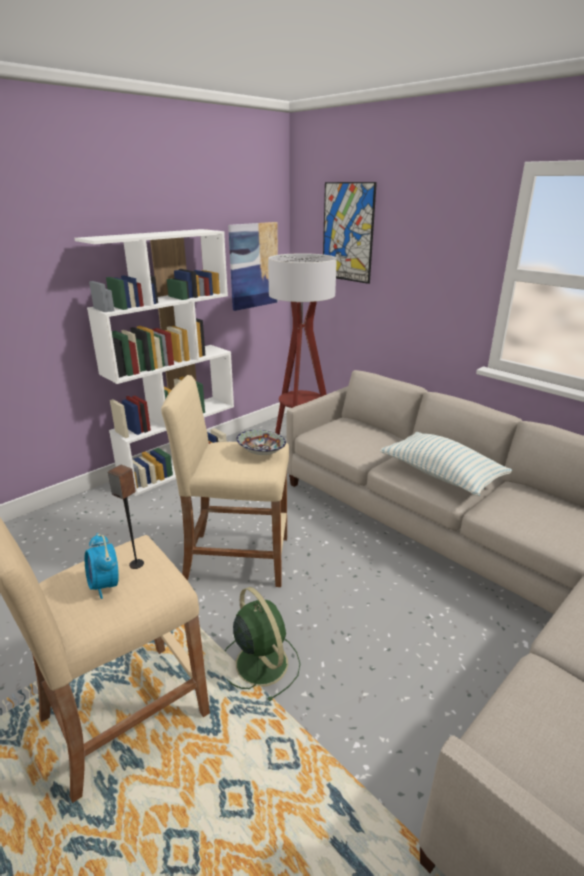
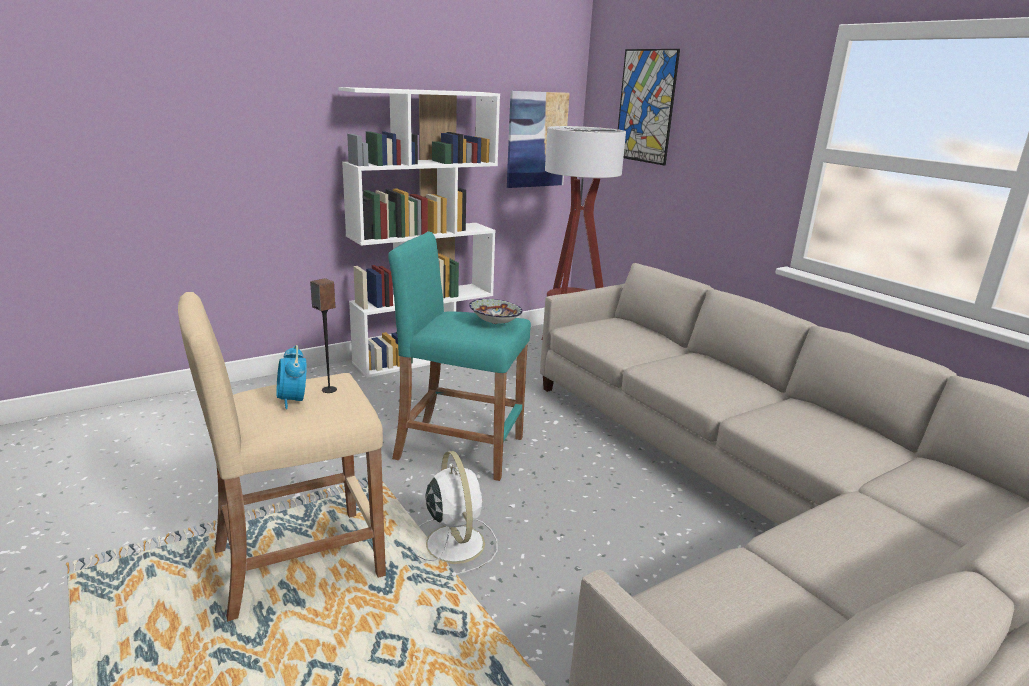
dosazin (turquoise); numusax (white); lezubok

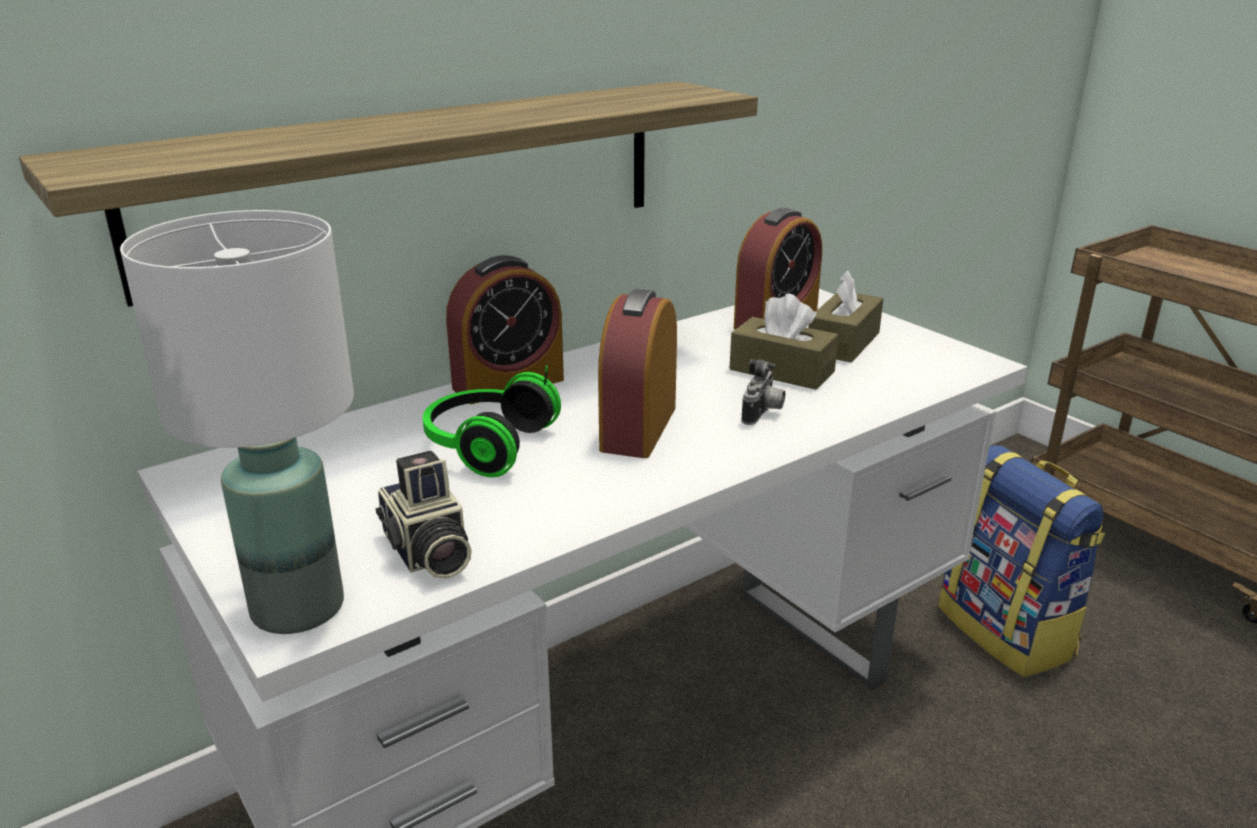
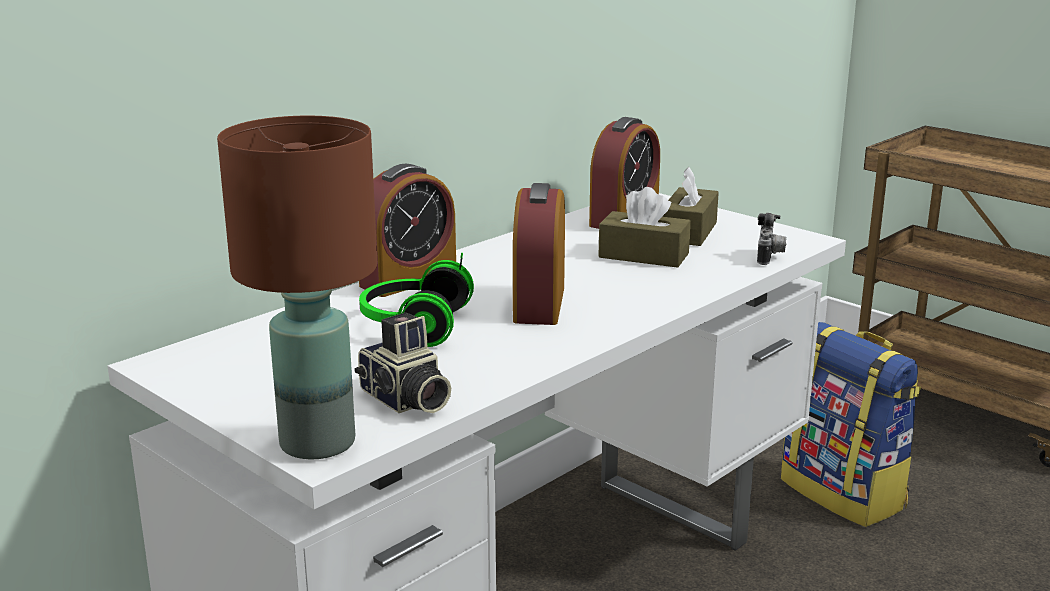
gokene; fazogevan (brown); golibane (no. 2 from left)

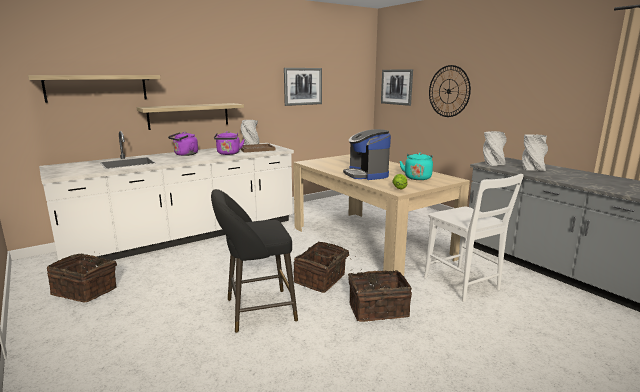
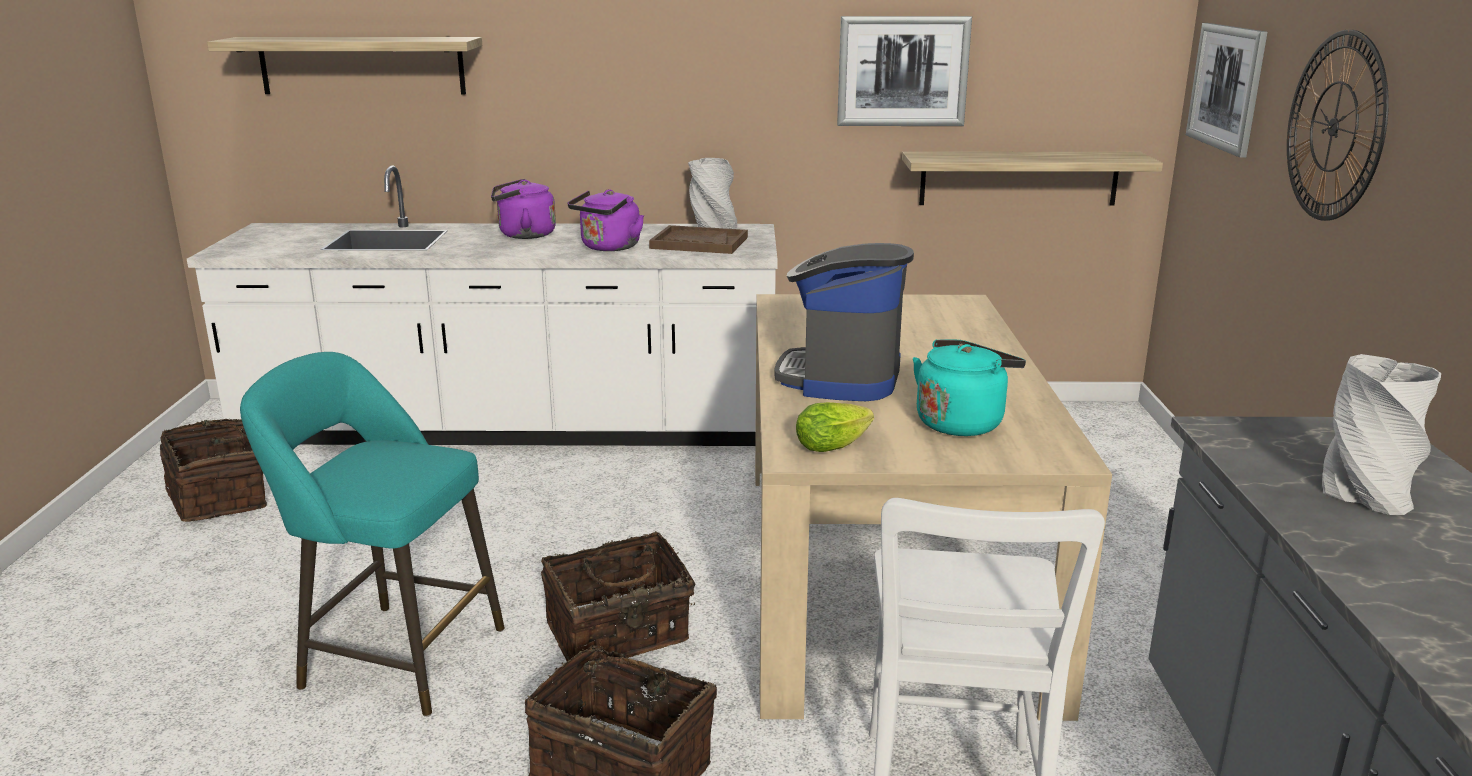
gokene (no. 2 from left); dosazin (turquoise); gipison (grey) (no. 2 from left in the first image)

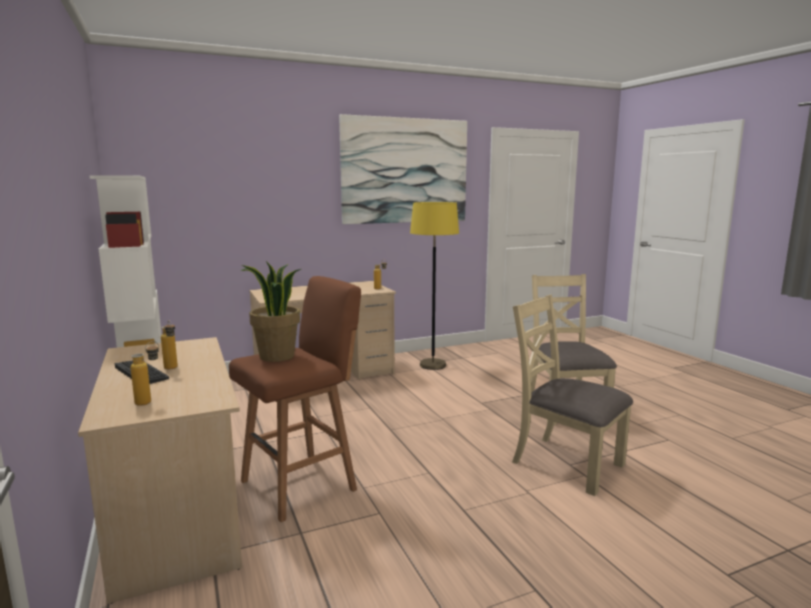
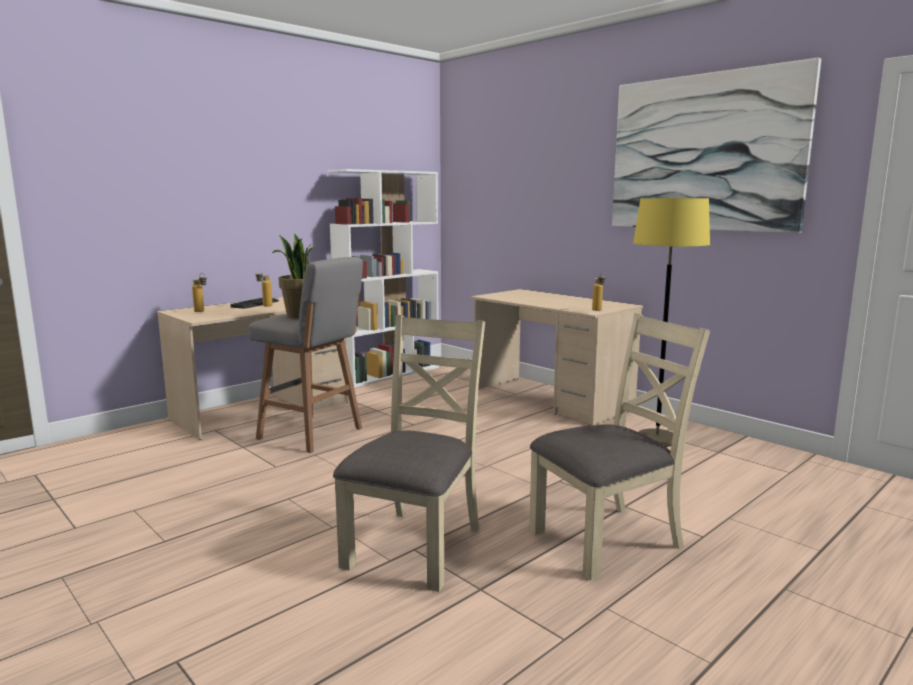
dosazin (grey)

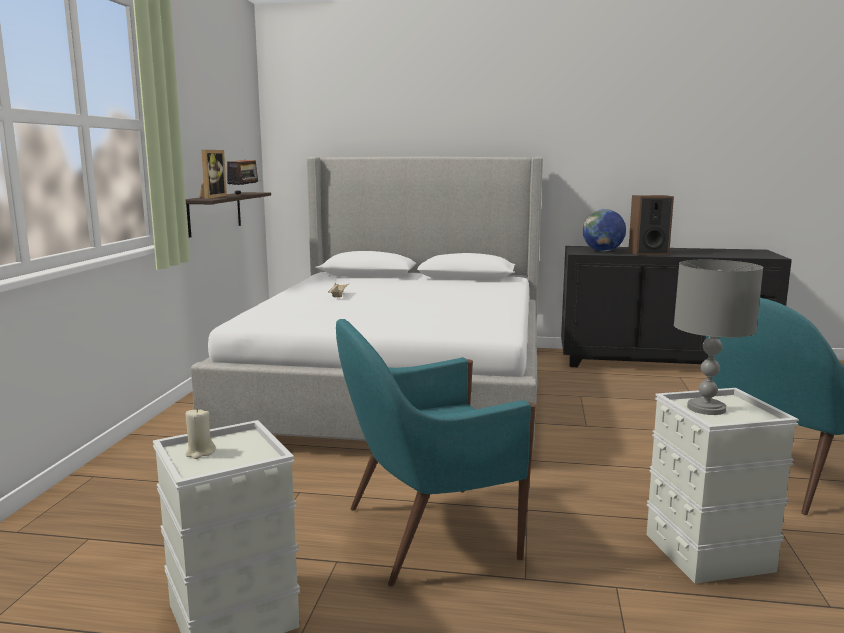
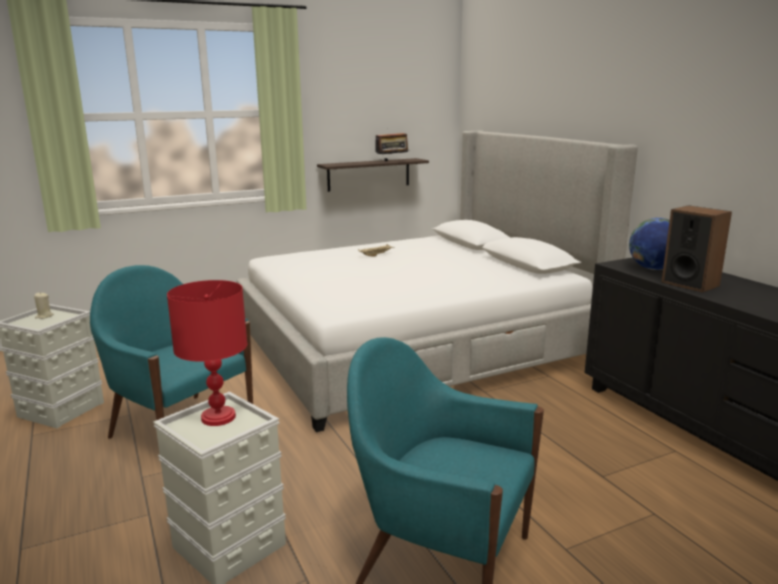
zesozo; fazogevan (red)

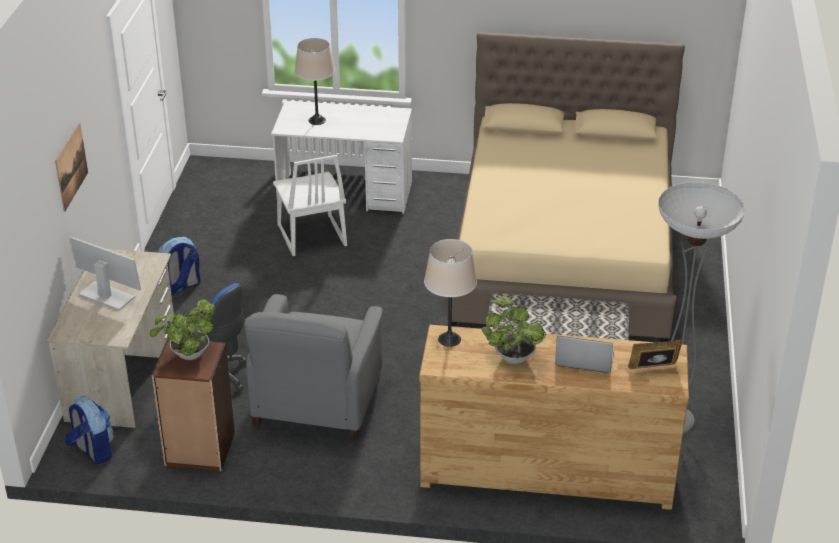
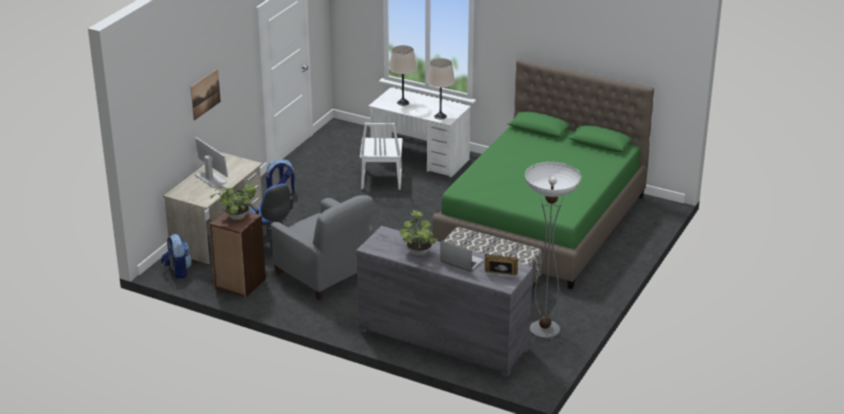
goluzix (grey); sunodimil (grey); fazogevan (beige) (no. 2 from left); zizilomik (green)

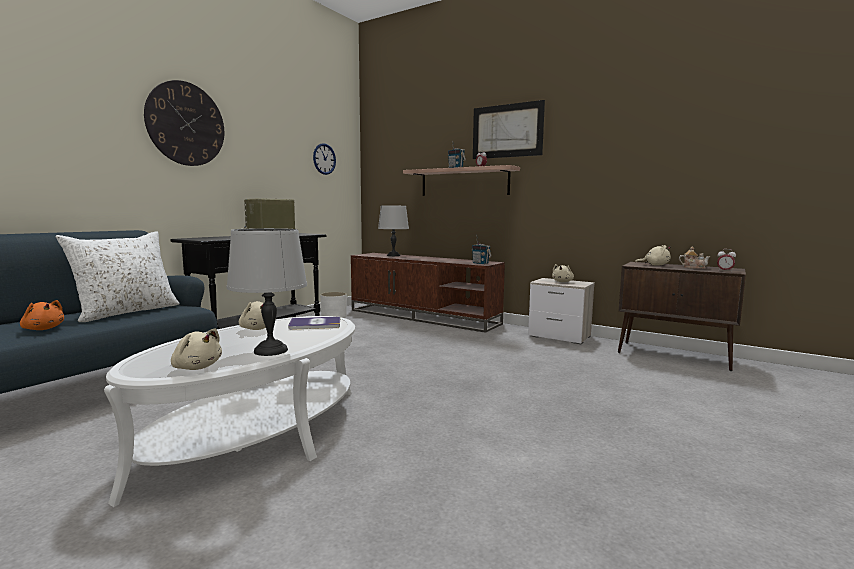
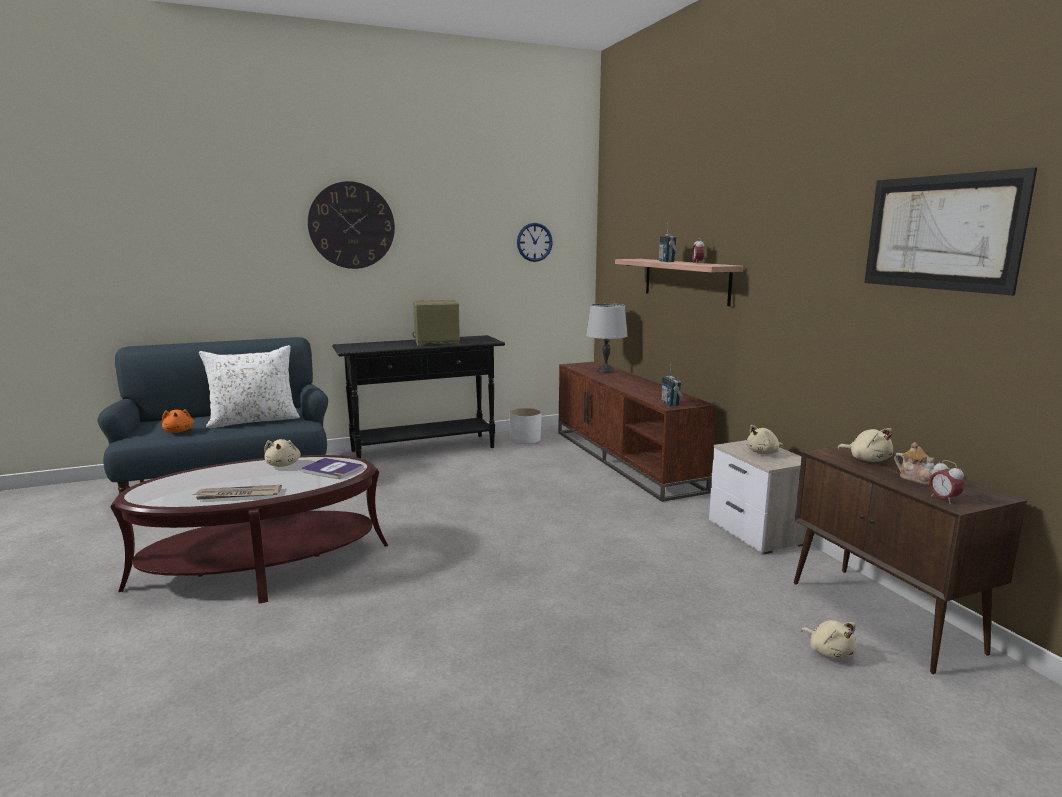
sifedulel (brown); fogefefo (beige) (no. 3 from left); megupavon; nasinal

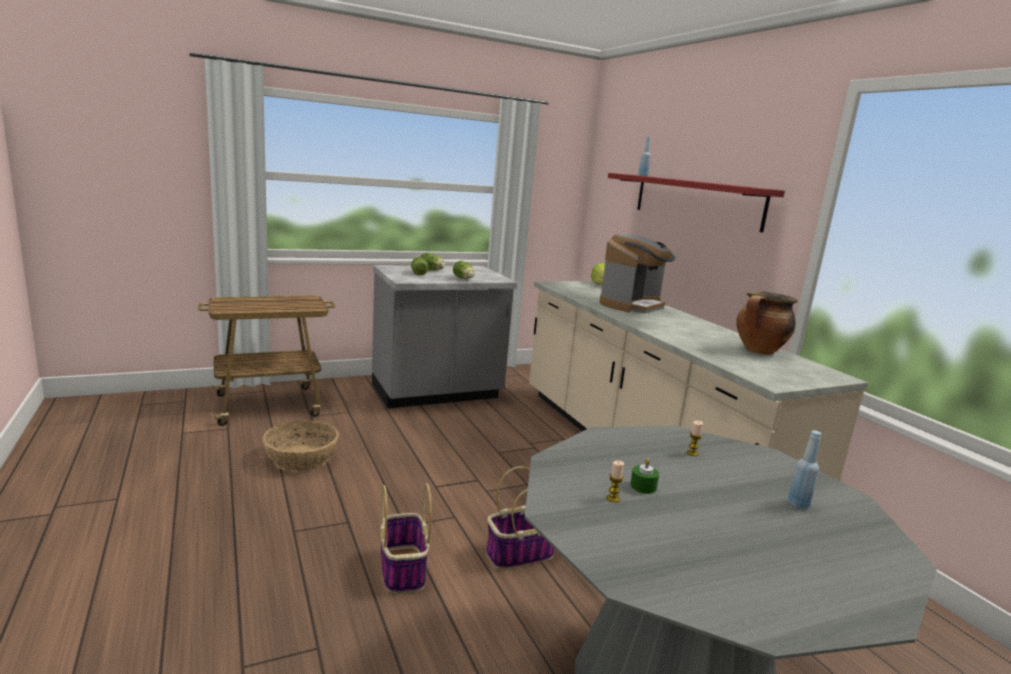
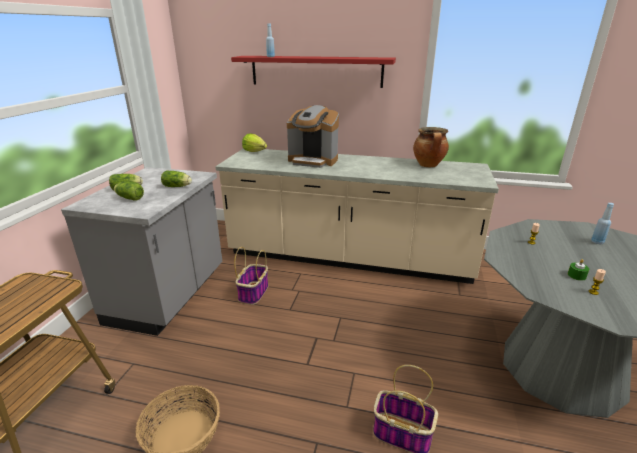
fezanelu (no. 2 from left); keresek

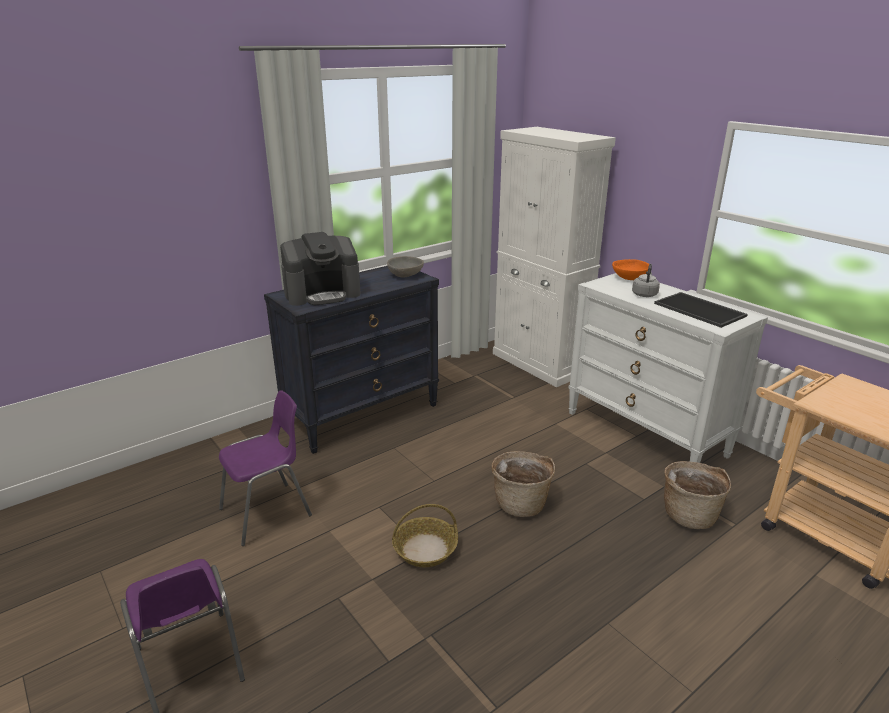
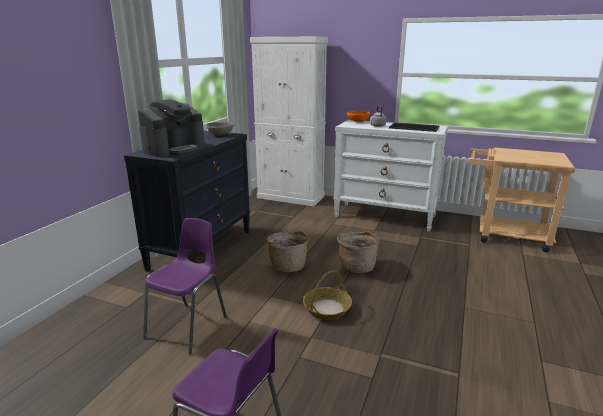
fezanelu (no. 1 from left)

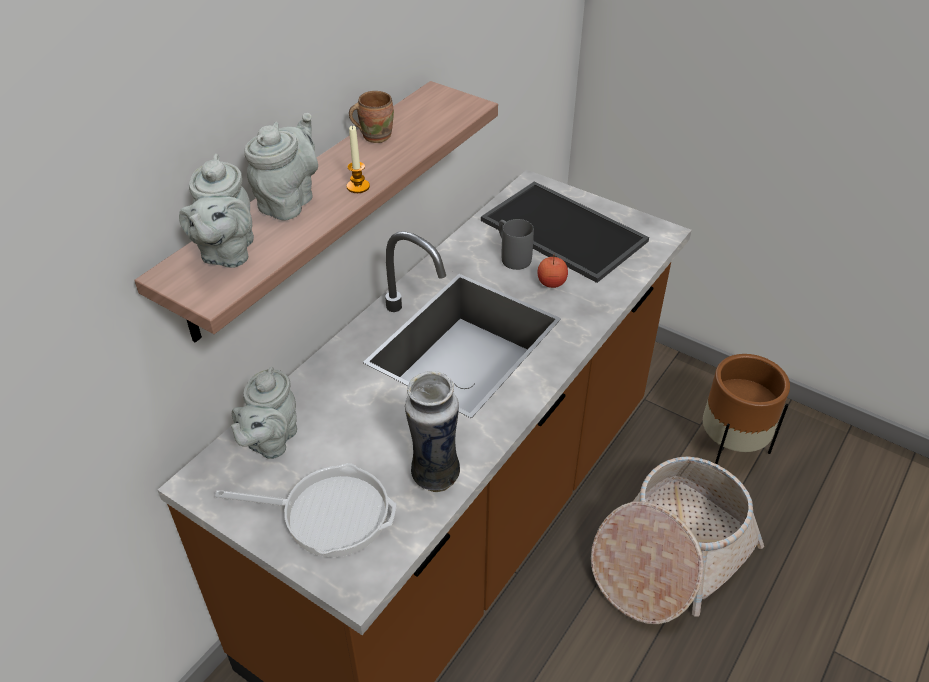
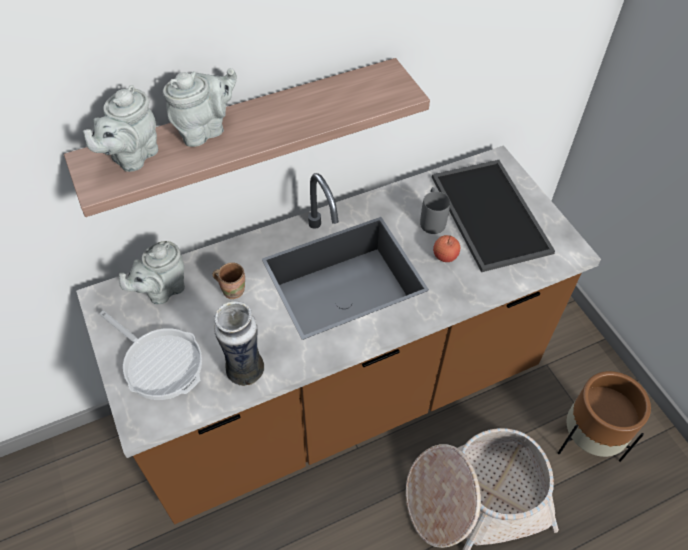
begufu; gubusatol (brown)

